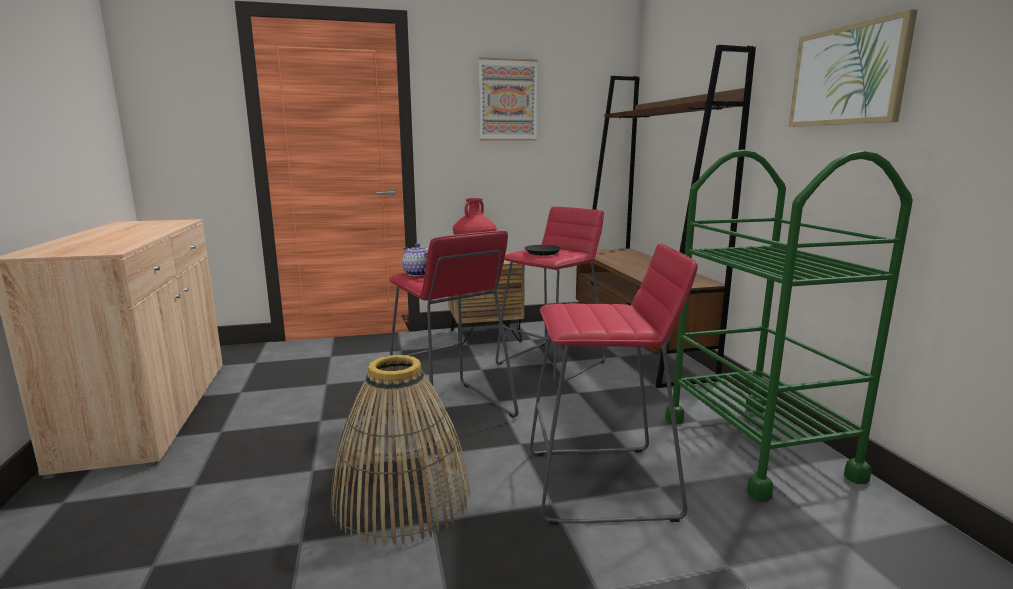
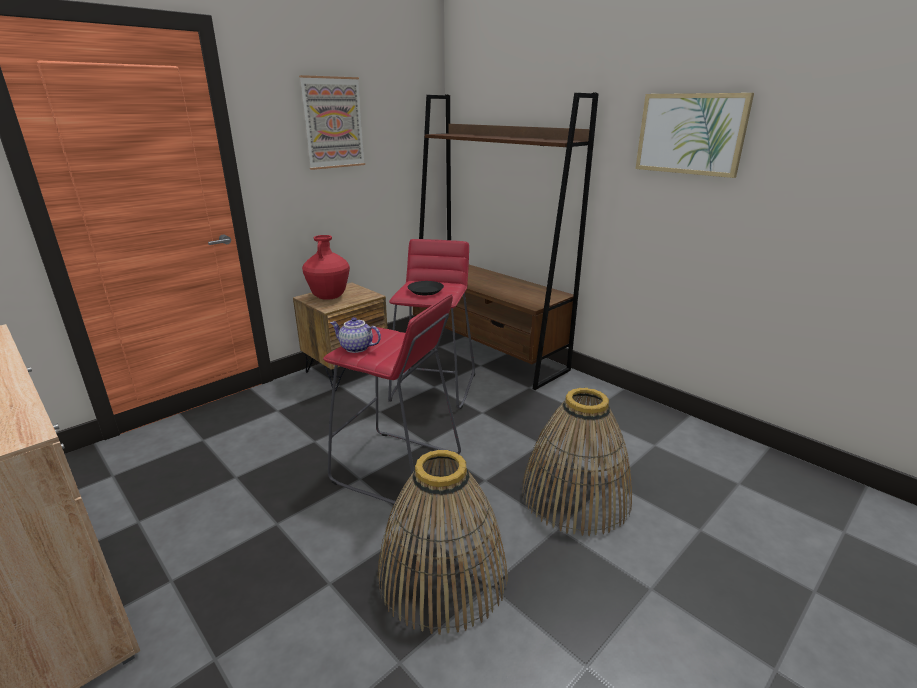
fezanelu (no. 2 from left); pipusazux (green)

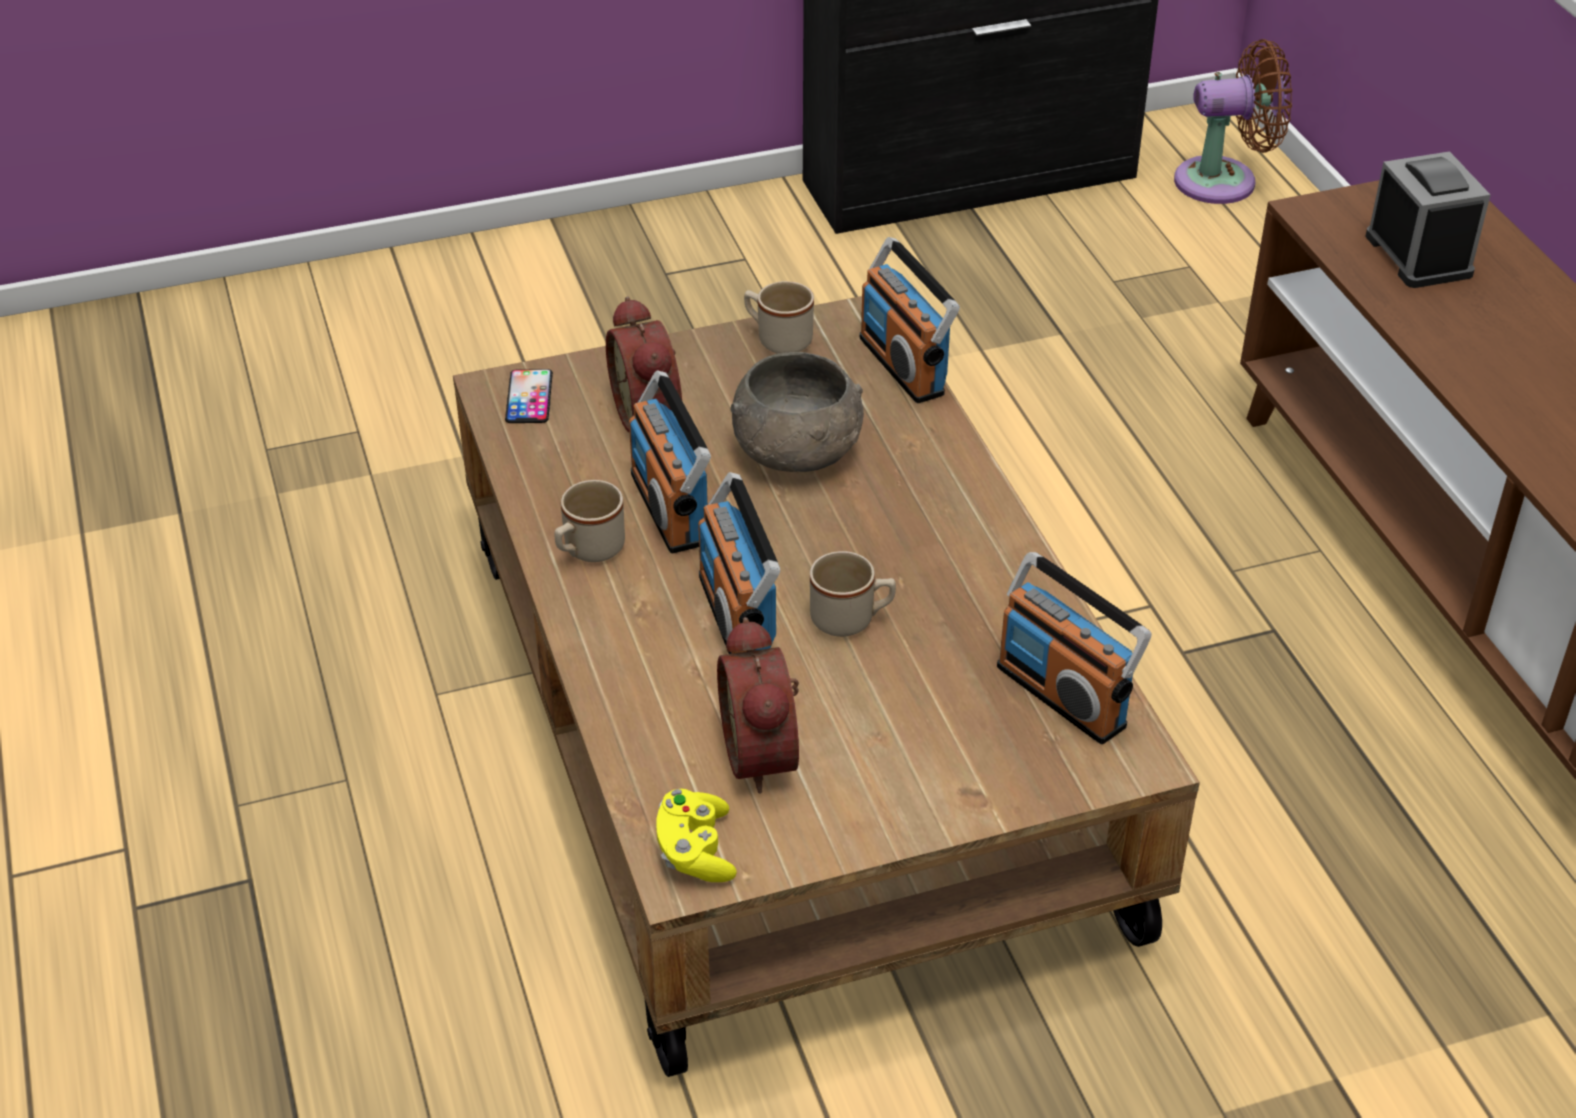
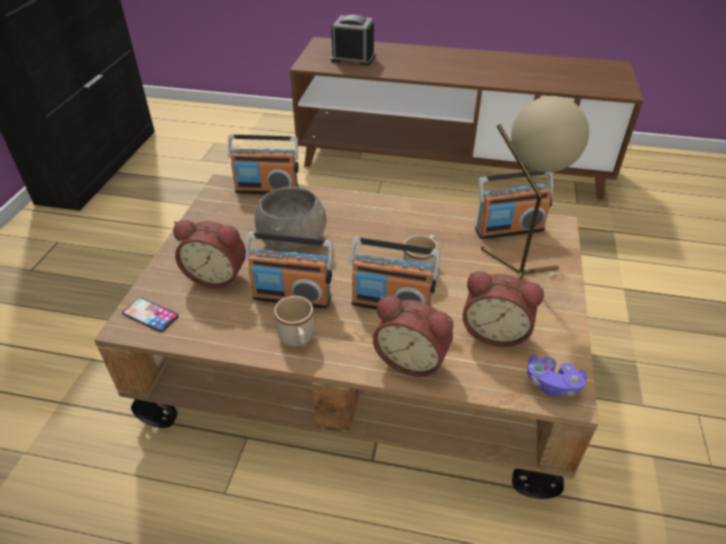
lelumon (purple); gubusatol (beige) (no. 2 from left in the first image); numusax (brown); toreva (no. 3 from left); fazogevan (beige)

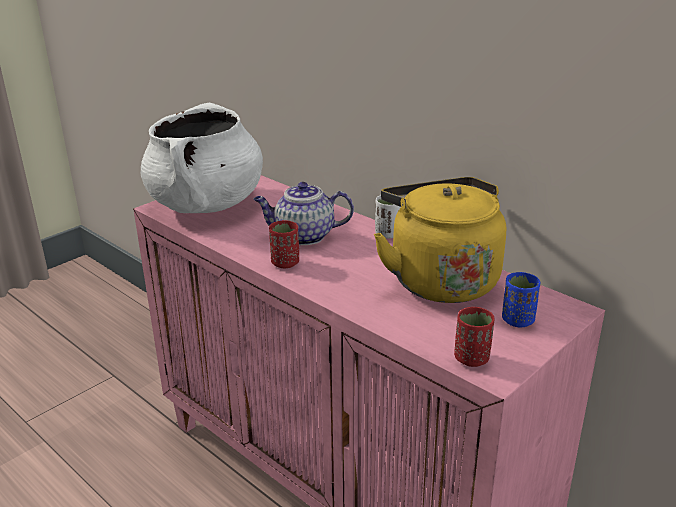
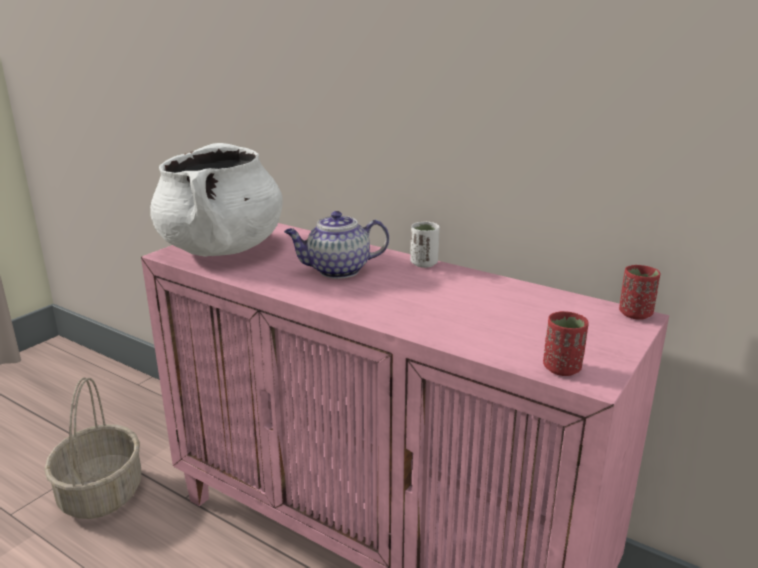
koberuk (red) (no. 2 from left); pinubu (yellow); koberuk (blue); fezanelu

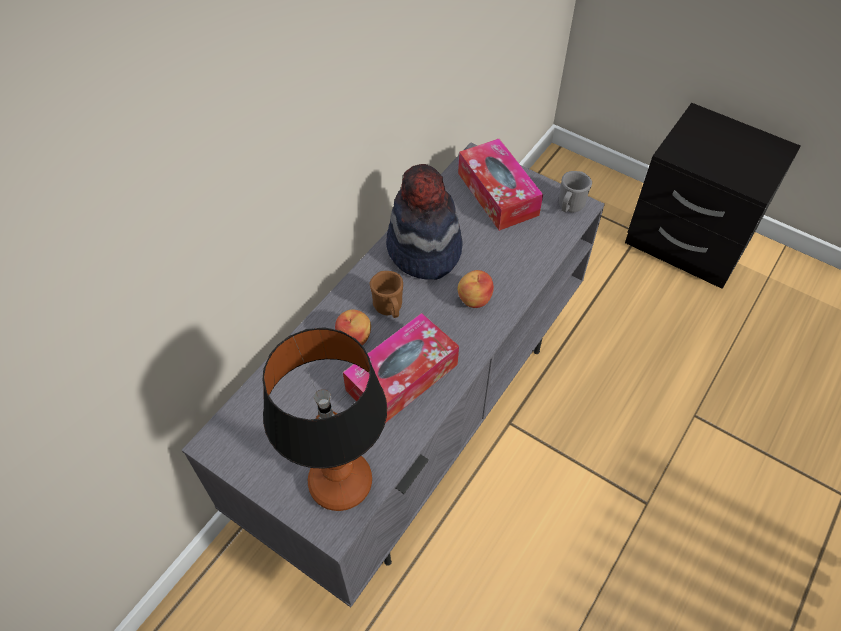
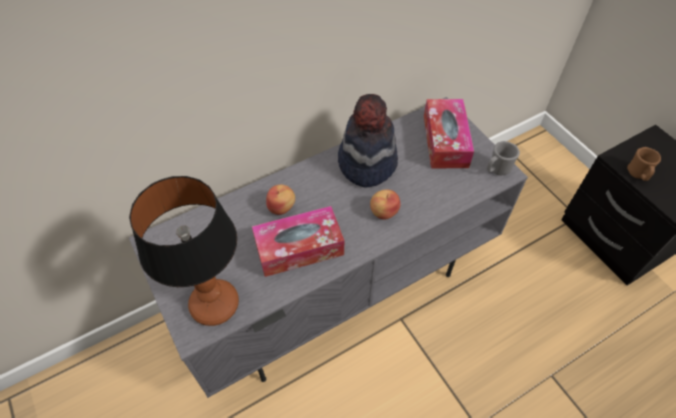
gubusatol (brown)

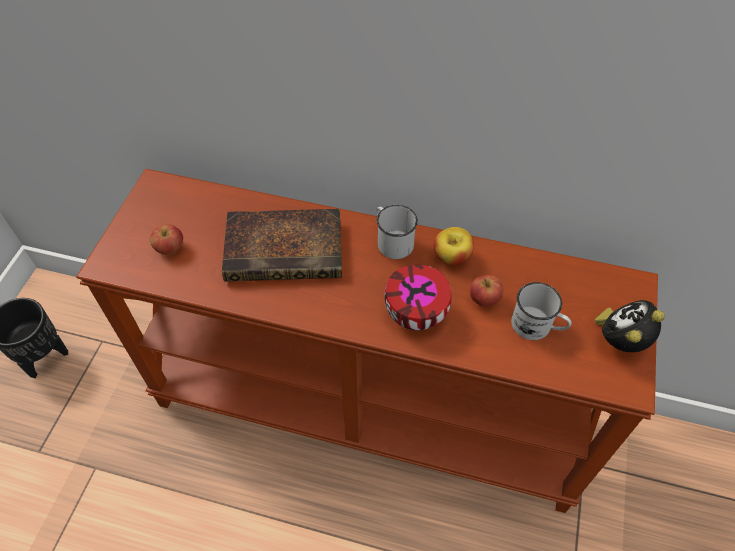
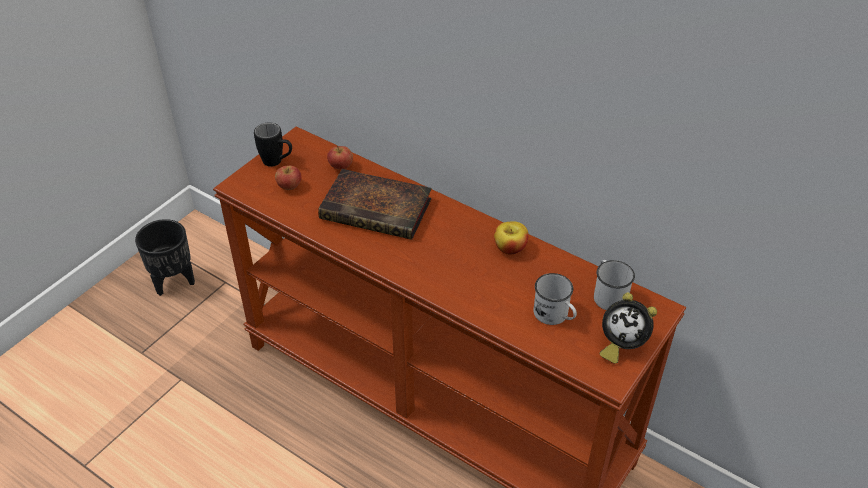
gubusatol (white) (no. 2 from left); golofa; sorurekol (no. 2 from left); toreva; gubusatol (black)

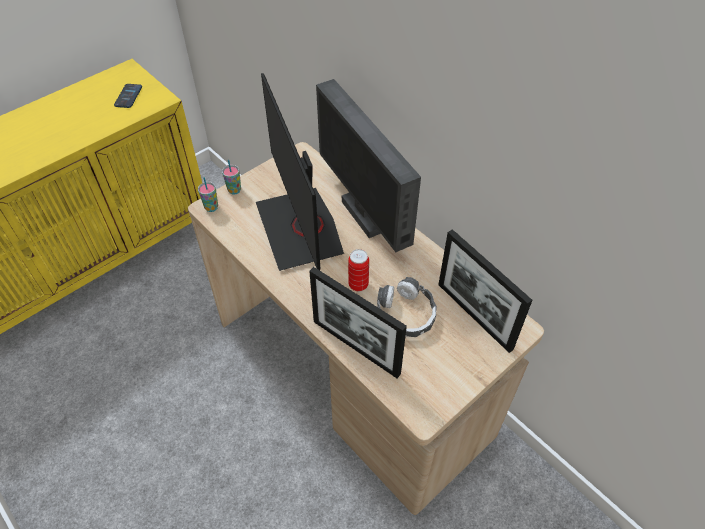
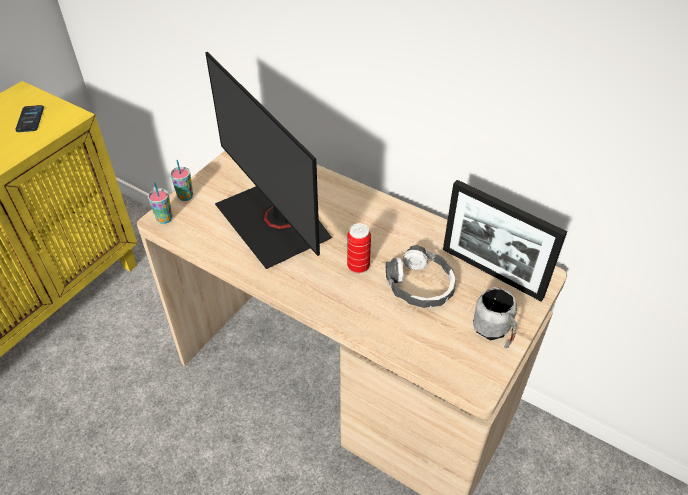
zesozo (no. 1 from left in the first image); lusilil (no. 2 from left in the first image); gubusatol (grey)

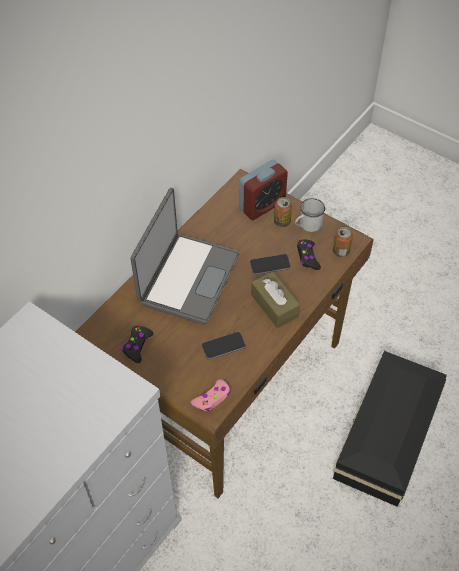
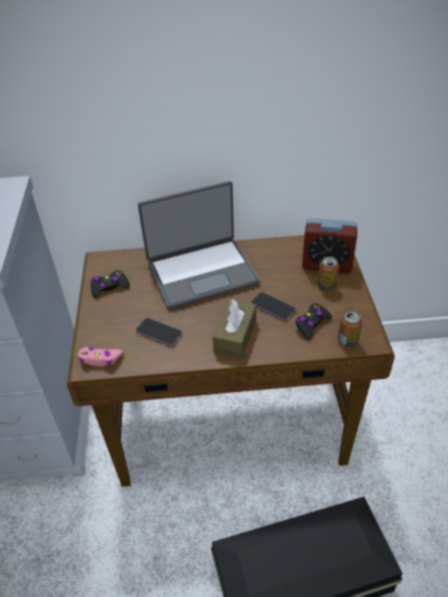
gubusatol (white)

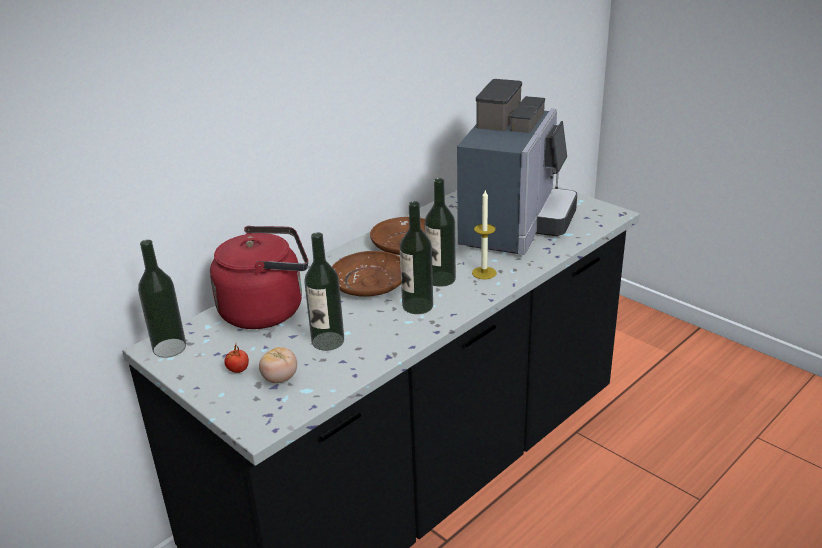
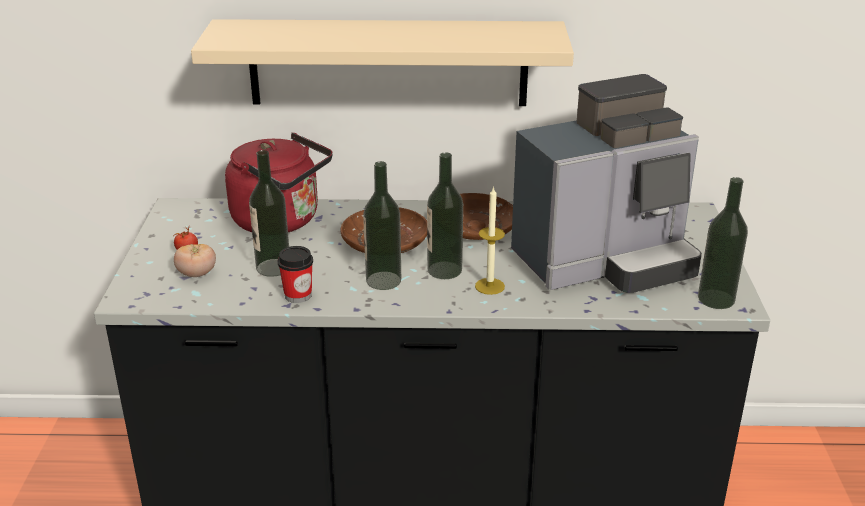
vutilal (no. 4 from left); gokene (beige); koberuk

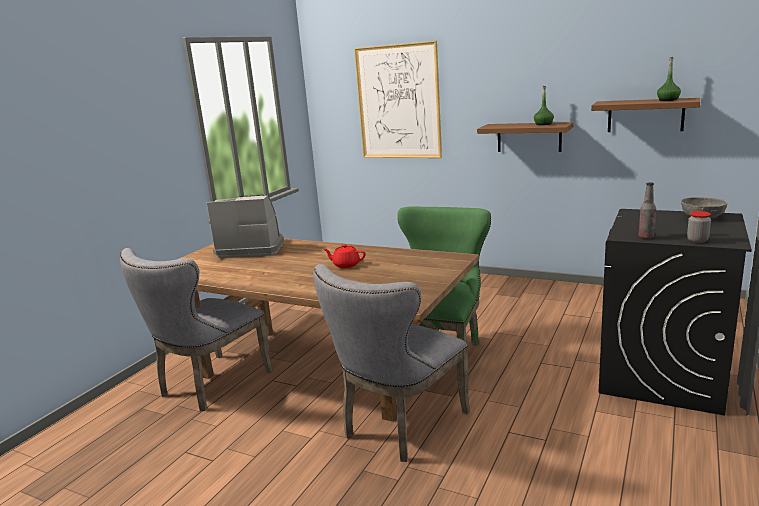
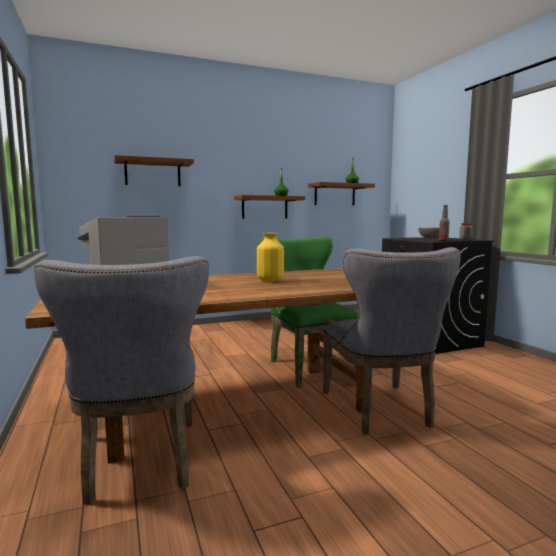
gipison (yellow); gokene (brown) (no. 1 from left)

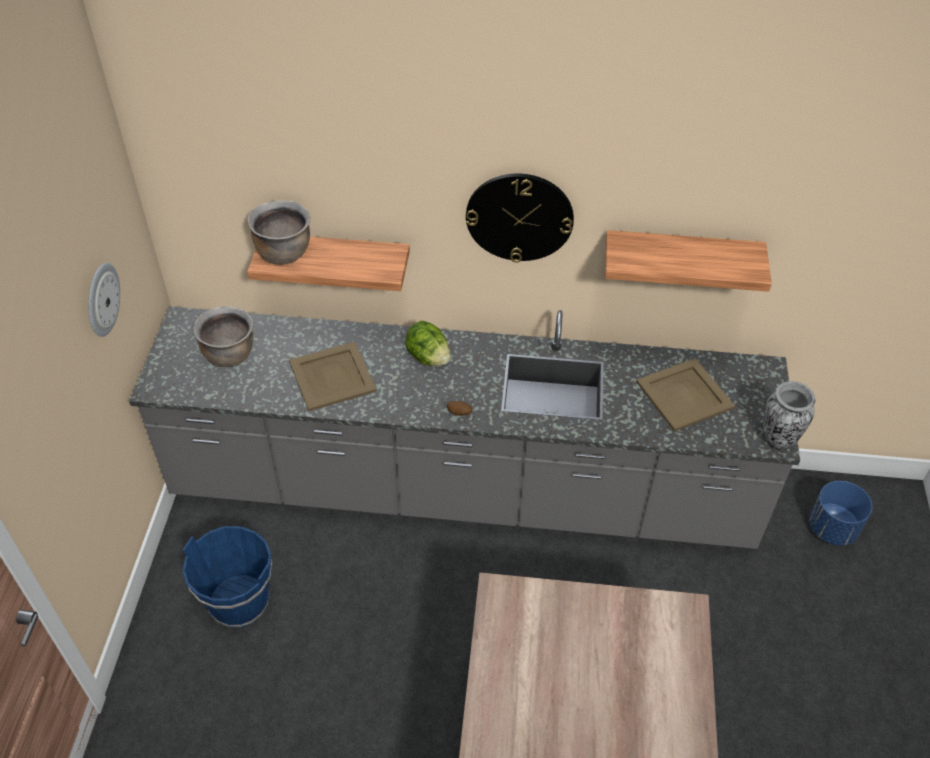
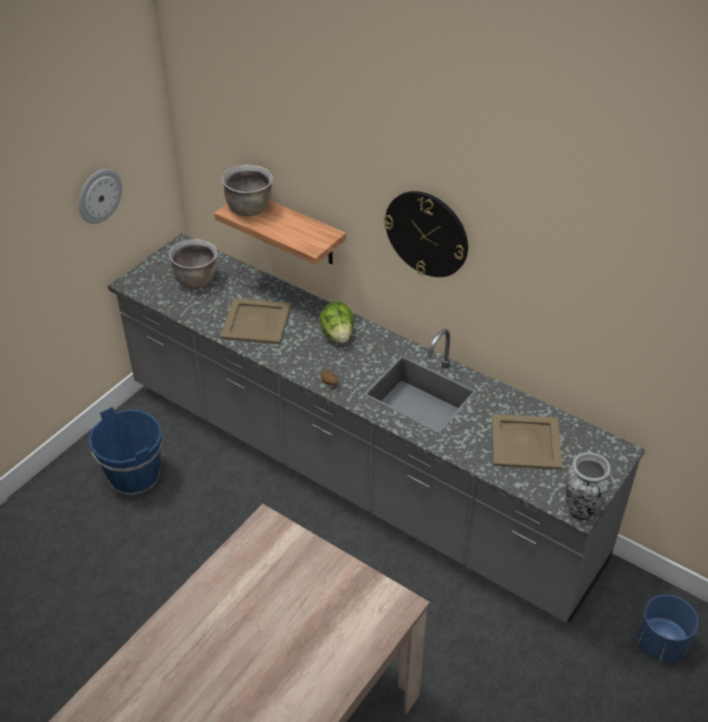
gokene (no. 2 from left in the first image)

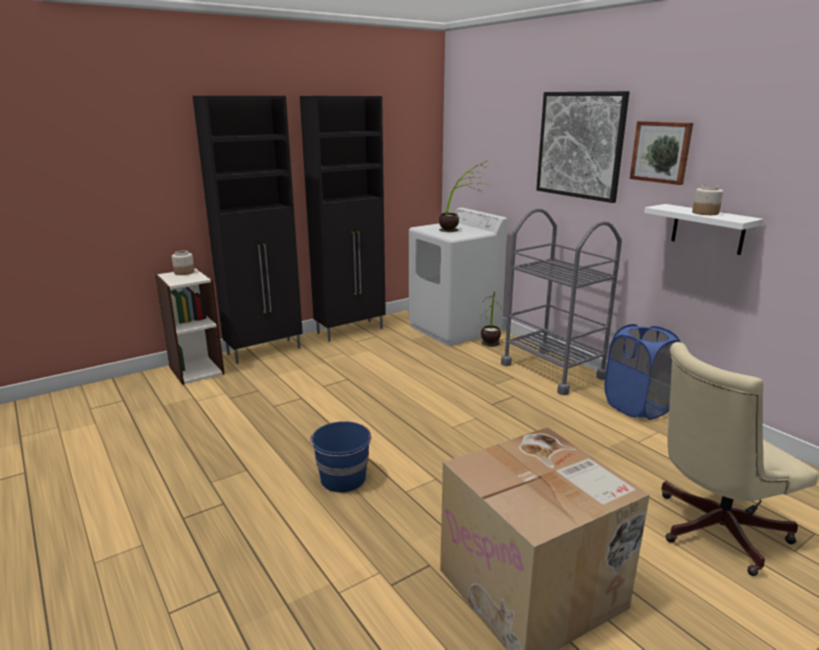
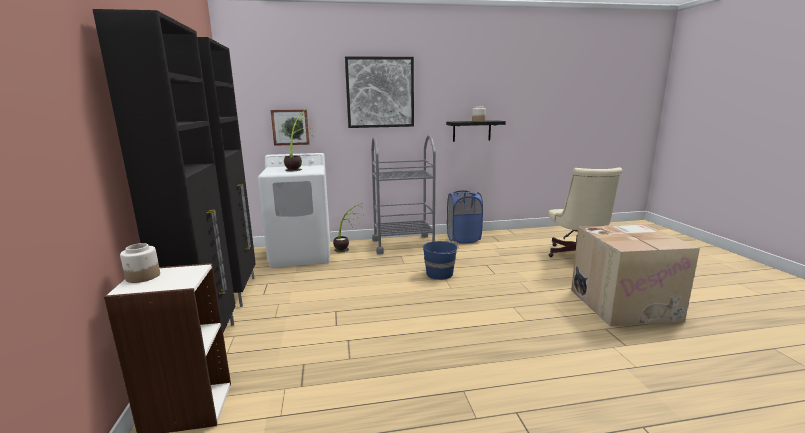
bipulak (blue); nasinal (no. 1 from left); gokene (black)

